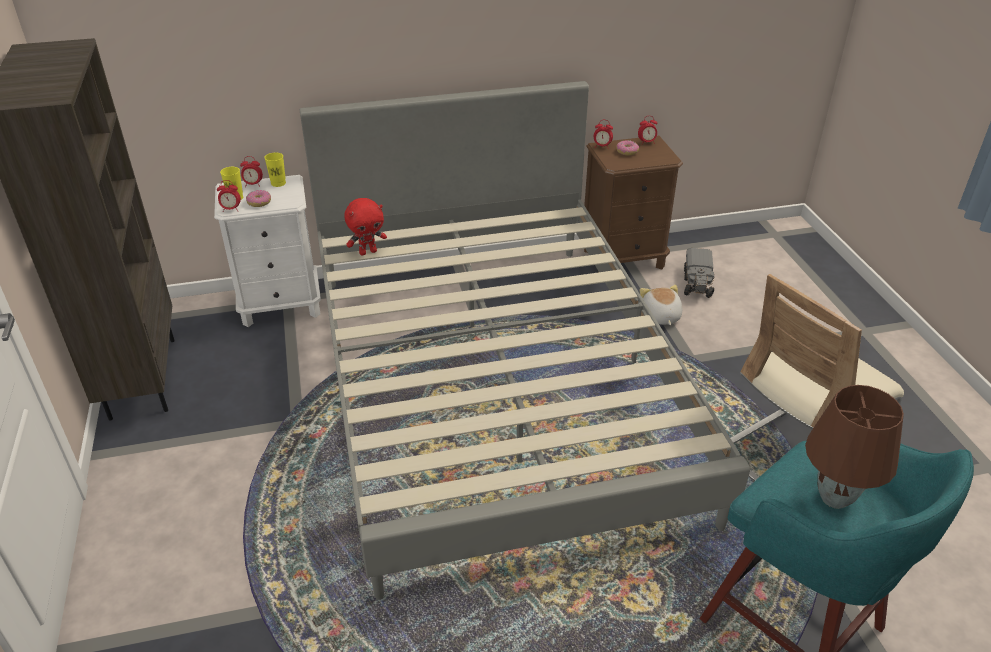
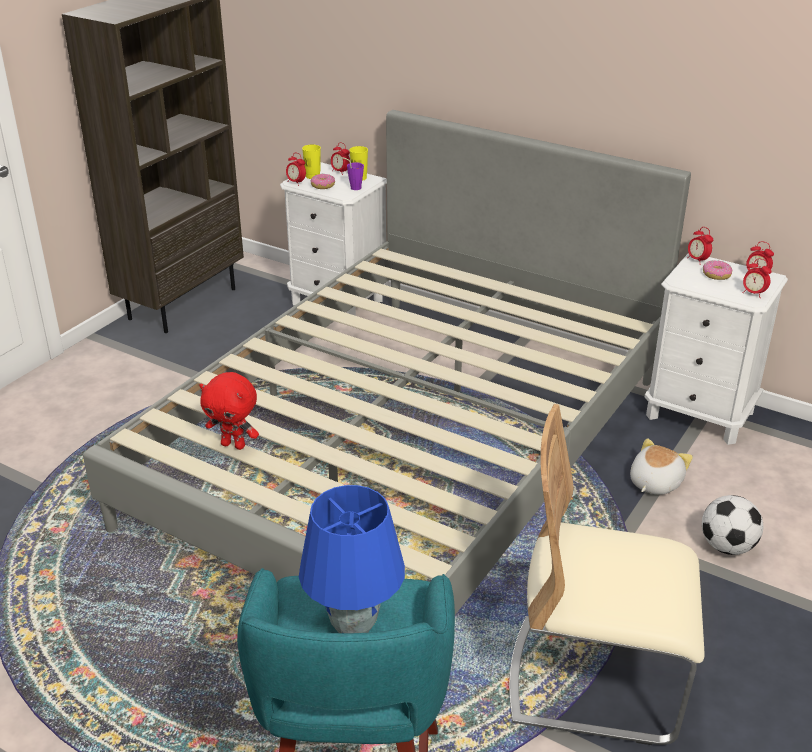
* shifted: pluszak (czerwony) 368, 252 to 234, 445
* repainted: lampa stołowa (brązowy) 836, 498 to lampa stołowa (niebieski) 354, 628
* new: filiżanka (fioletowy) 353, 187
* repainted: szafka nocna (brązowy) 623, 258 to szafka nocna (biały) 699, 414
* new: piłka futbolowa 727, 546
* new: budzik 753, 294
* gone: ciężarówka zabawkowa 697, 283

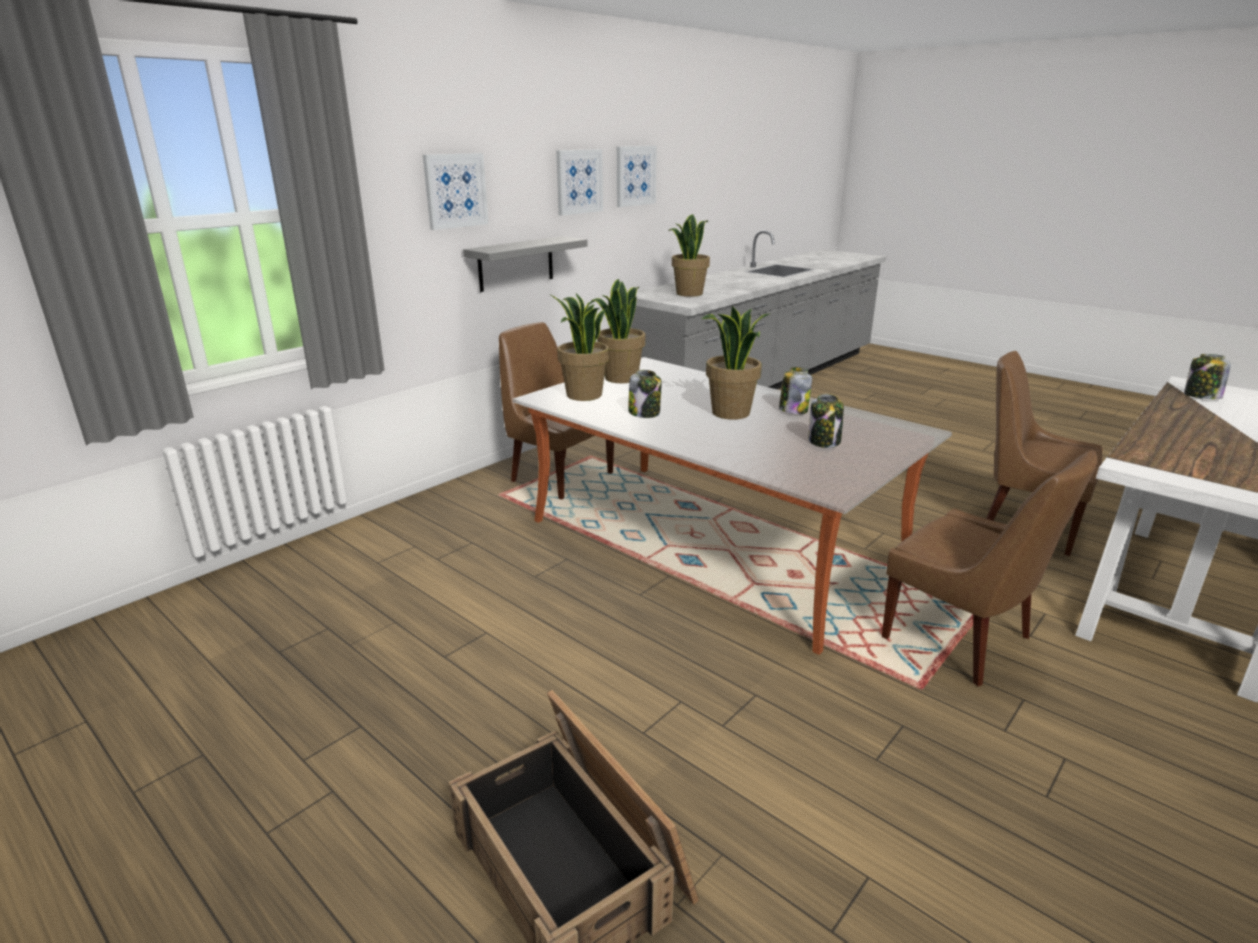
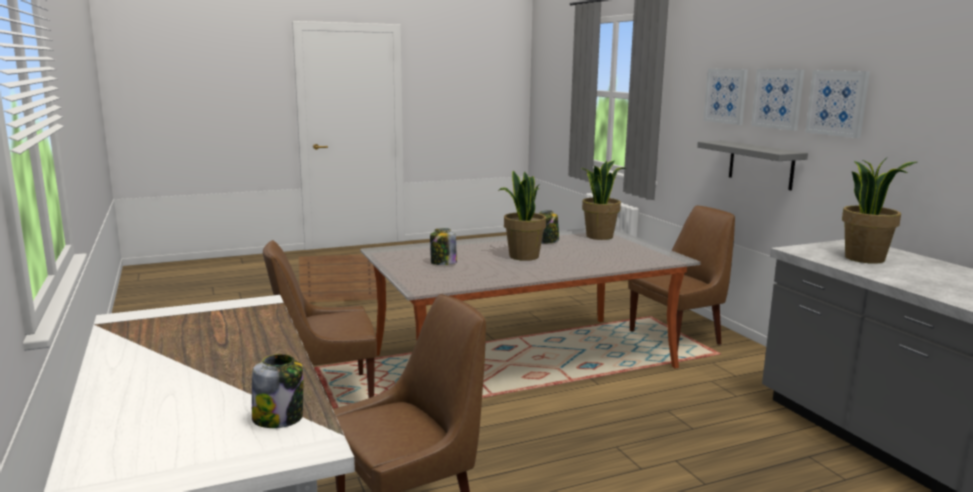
* shifted: obraz 635, 175 to 778, 98
* gone: roślina doniczkowa 620, 378
* gone: słoik 793, 410

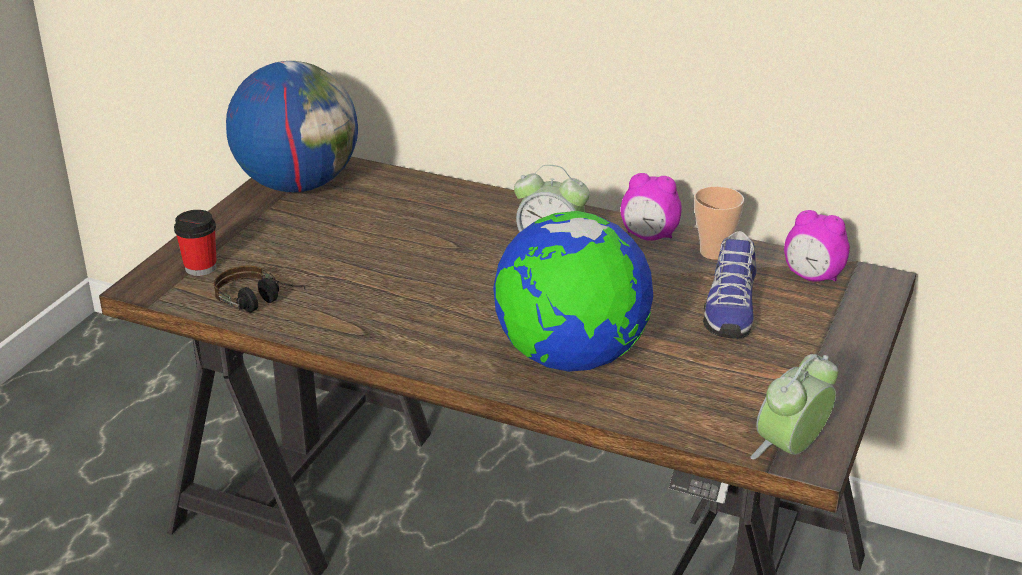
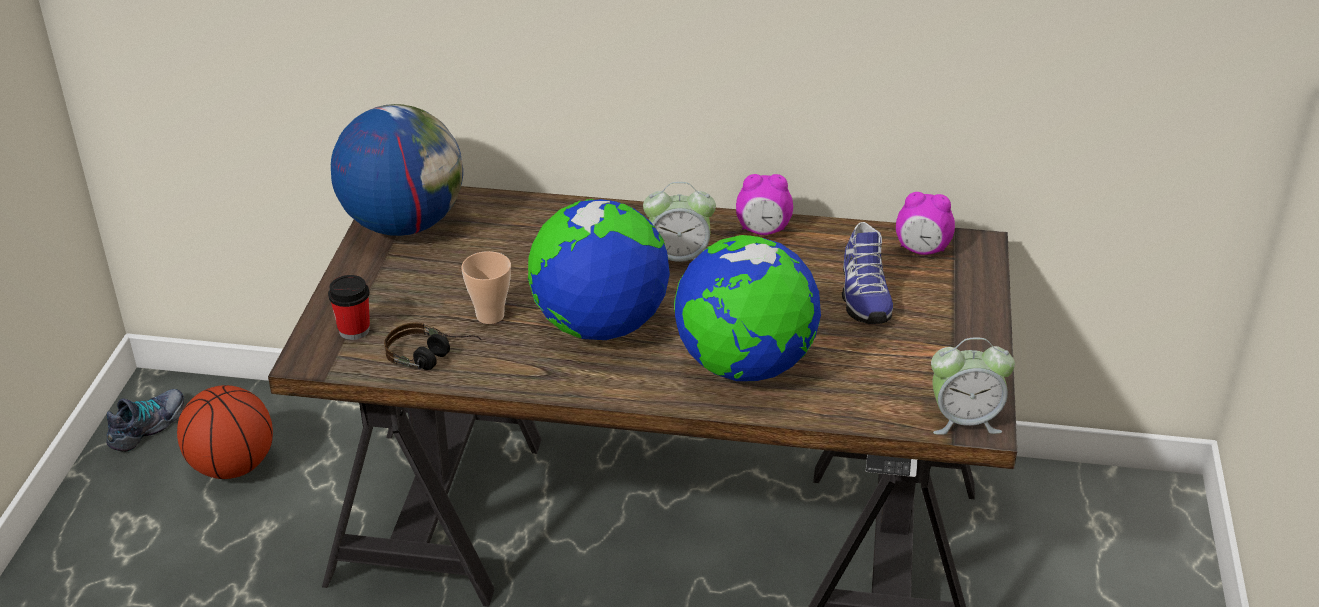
* new: but 149, 426
* new: piłka do koszykówki 232, 466
* shifted: filiżanka 714, 252 to 490, 316
* new: globus 600, 326
* rotated: budzik 790, 449 = 964, 420 120 degrees counterclockwise

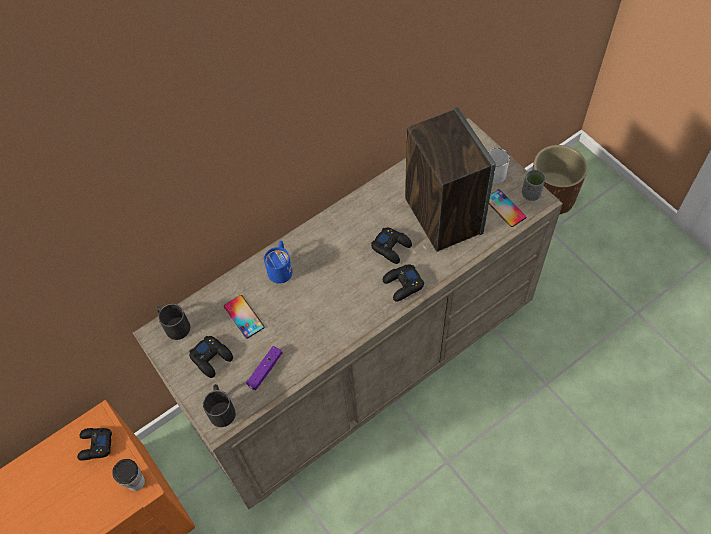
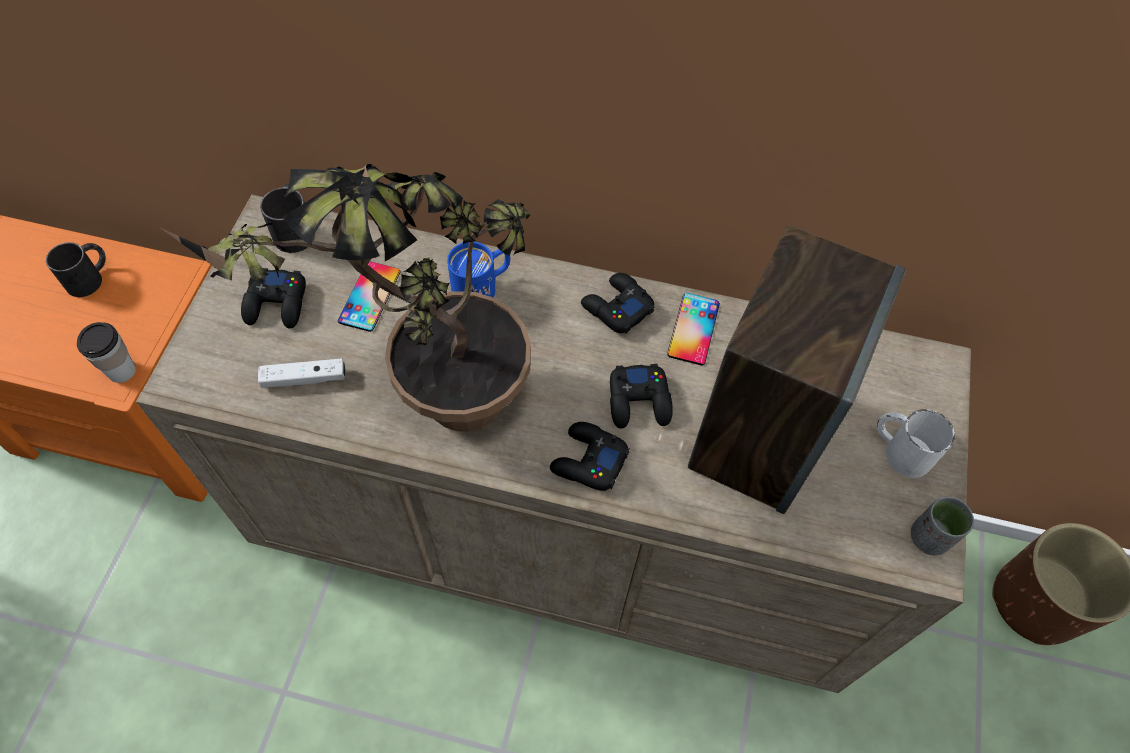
* shifted: kubek (czarny) 221, 408 to 90, 277
* new: roślina doniczkowa 435, 405
* repainted: pad do gier (fioletowy) 265, 370 to pad do gier (biały) 304, 378
* shifted: pad do gier (czarny) 95, 445 to 616, 307
* shifted: telefon 505, 208 to 693, 329

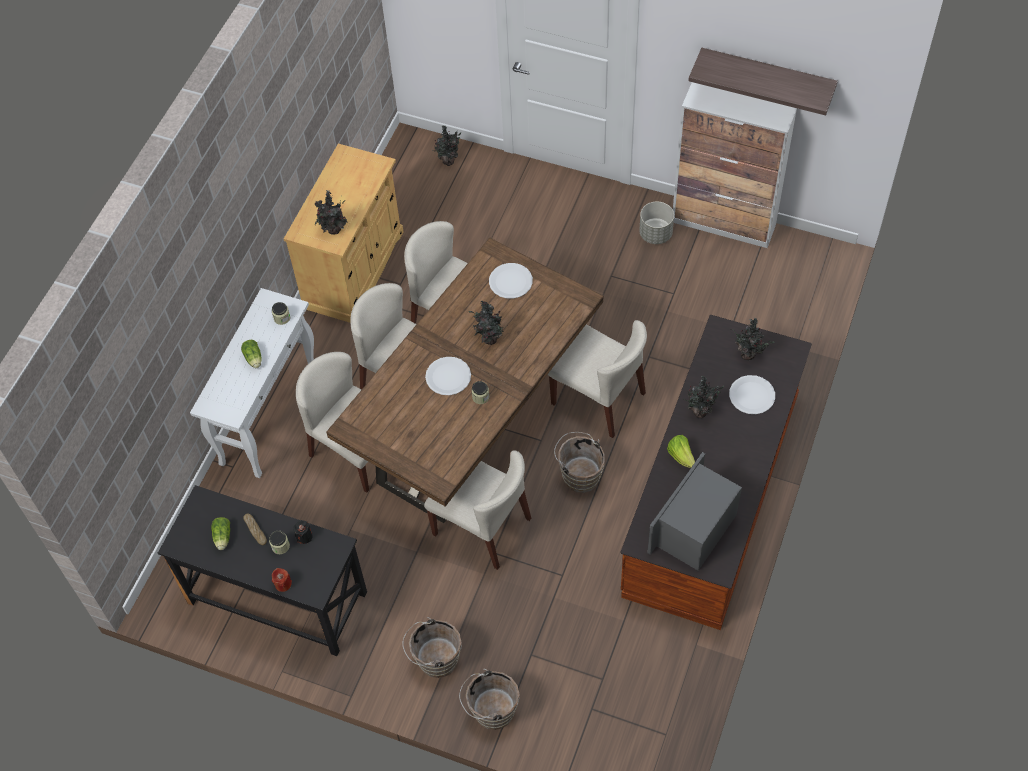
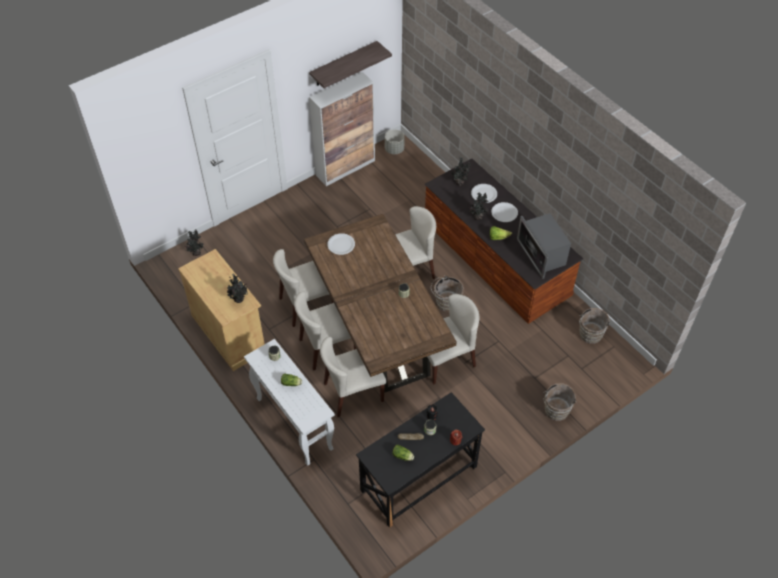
* shifted: donica (szary) 655, 234 to 394, 149
* shifted: talerz (biały) 448, 377 to 504, 213
* shifted: wiadro (brązowy) 434, 660 to 589, 336
* gone: roślina doniczkowa 488, 339

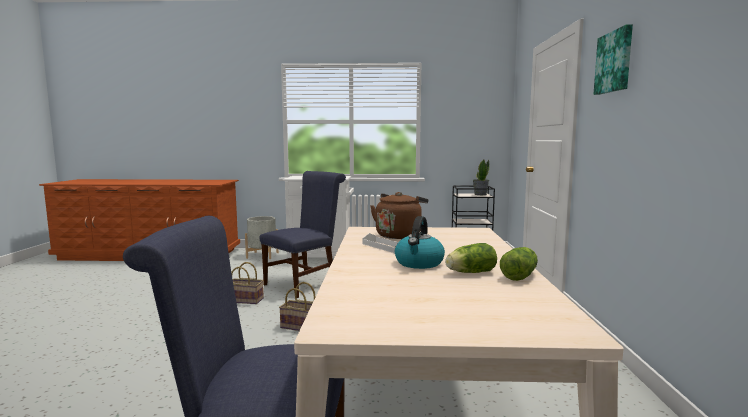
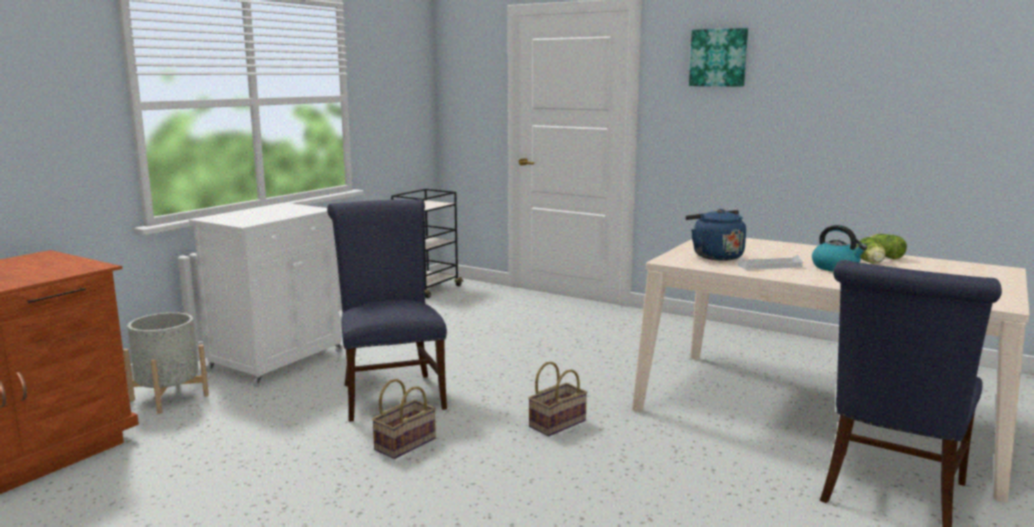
* repainted: czajnik (brązowy) 399, 235 to czajnik (niebieski) 714, 256
* gone: roślina doniczkowa 480, 194

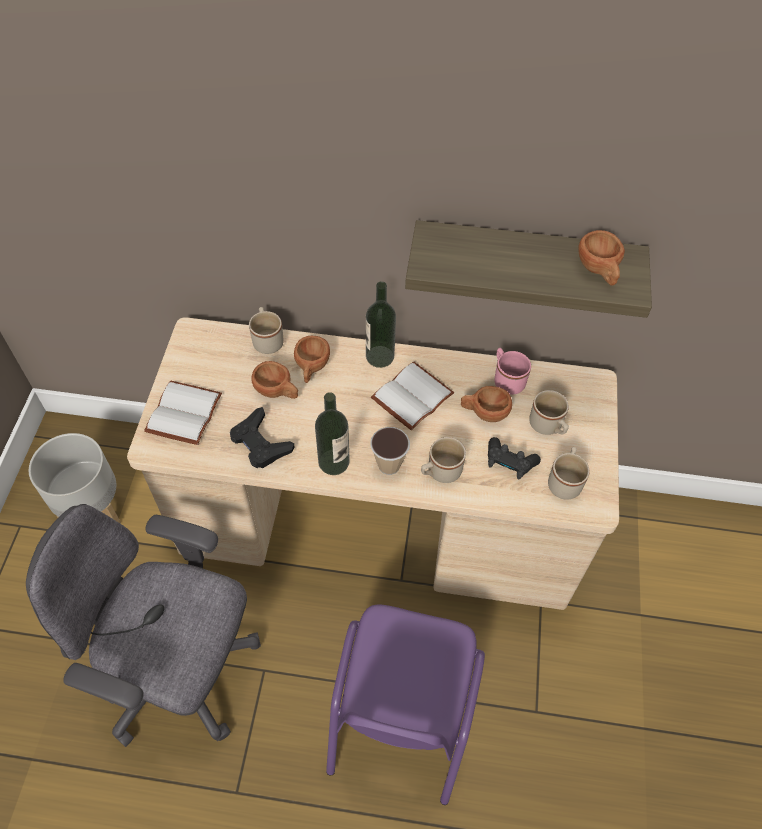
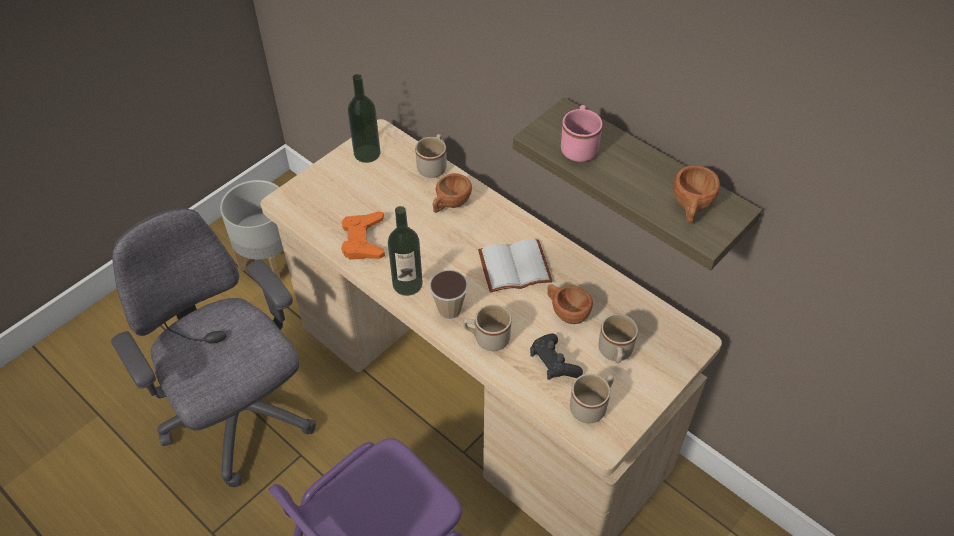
* repainted: pad do gier (czarny) 260, 443 to pad do gier (pomarańczowy) 363, 240
* shifted: butelka 380, 356 to 367, 153
* shifted: kubek (różowy) 506, 379 to 579, 146
* gone: książka (biały) 182, 412
* gone: filiżanka (brązowy) 277, 391

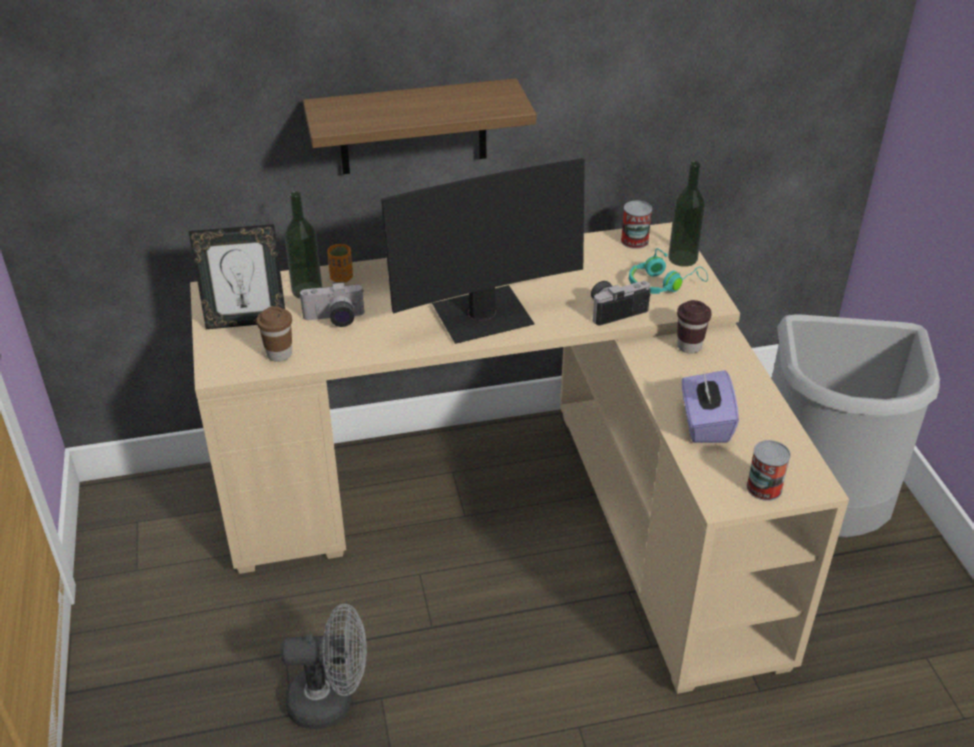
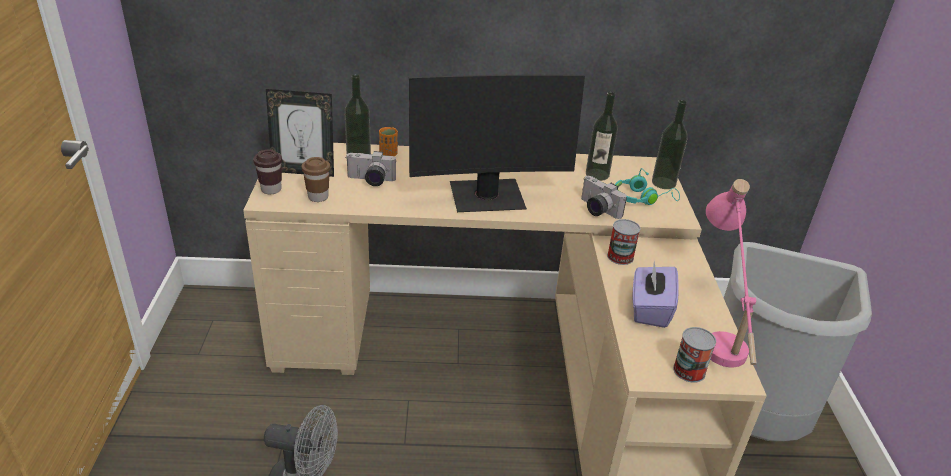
* shifted: filiżanka (brązowy) 689, 346 to 271, 189
* rotated: aparat fotograficzny 615, 309 = 596, 210 120 degrees counterclockwise
* new: butelka 597, 174
* shifted: puszka 634, 241 to 620, 257
* new: lampa stołowa (różowy) 718, 330
* gone: półka 413, 127

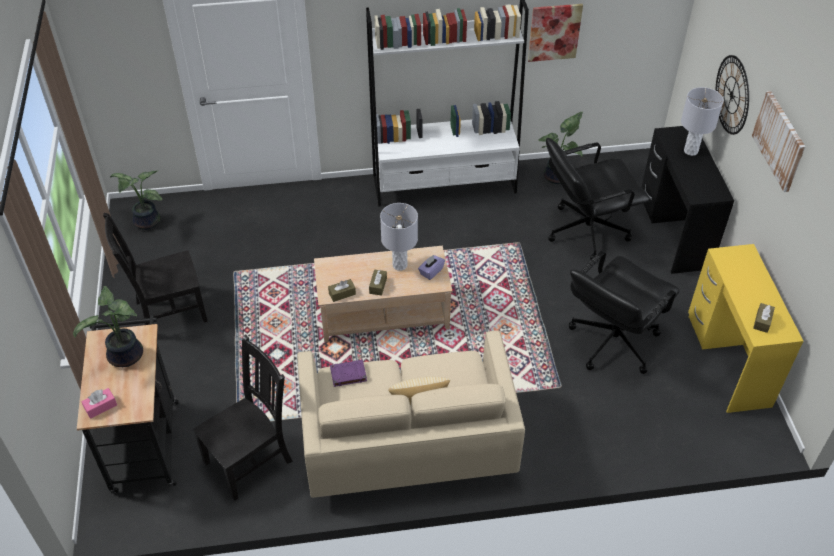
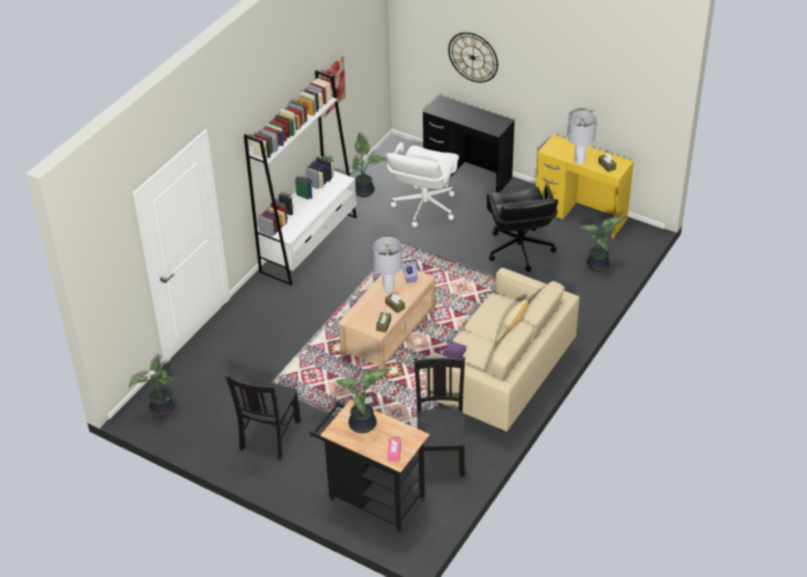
* repainted: krzesło biurowe (czarny) 586, 230 to krzesło biurowe (biały) 424, 207
* shifted: lampa stołowa (szary) 691, 151 to 580, 160
* new: roślina doniczkowa 599, 266
* gone: obraz 779, 140

